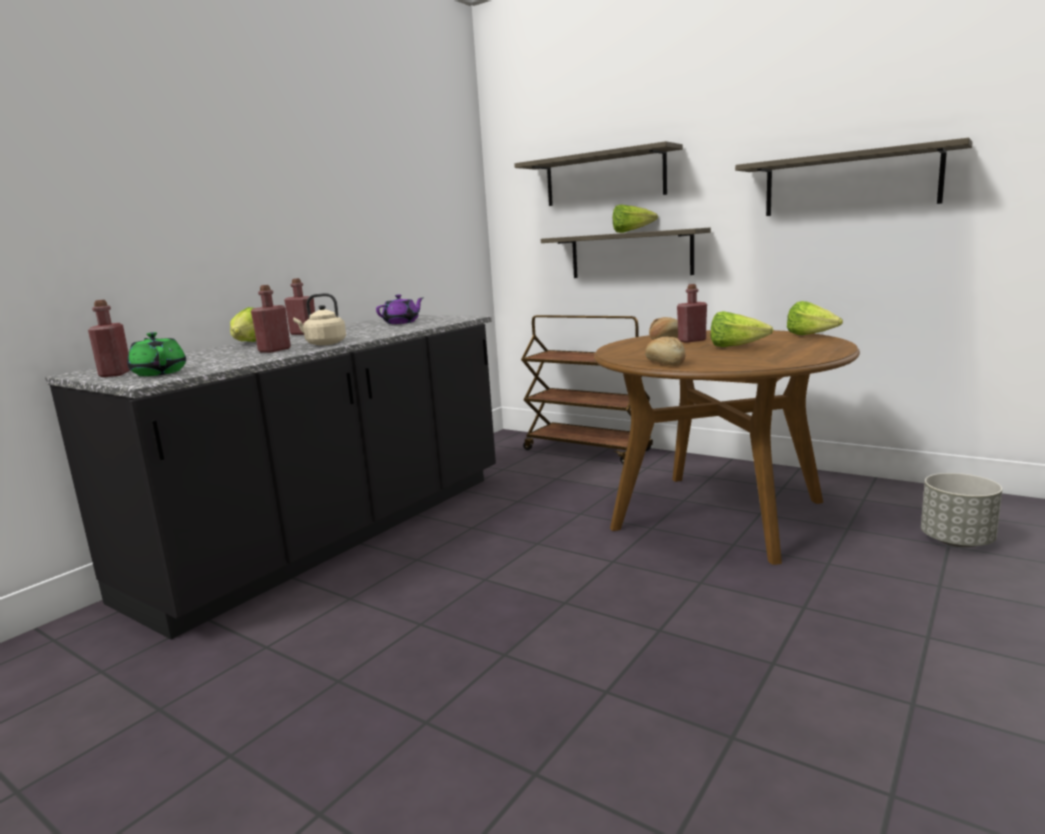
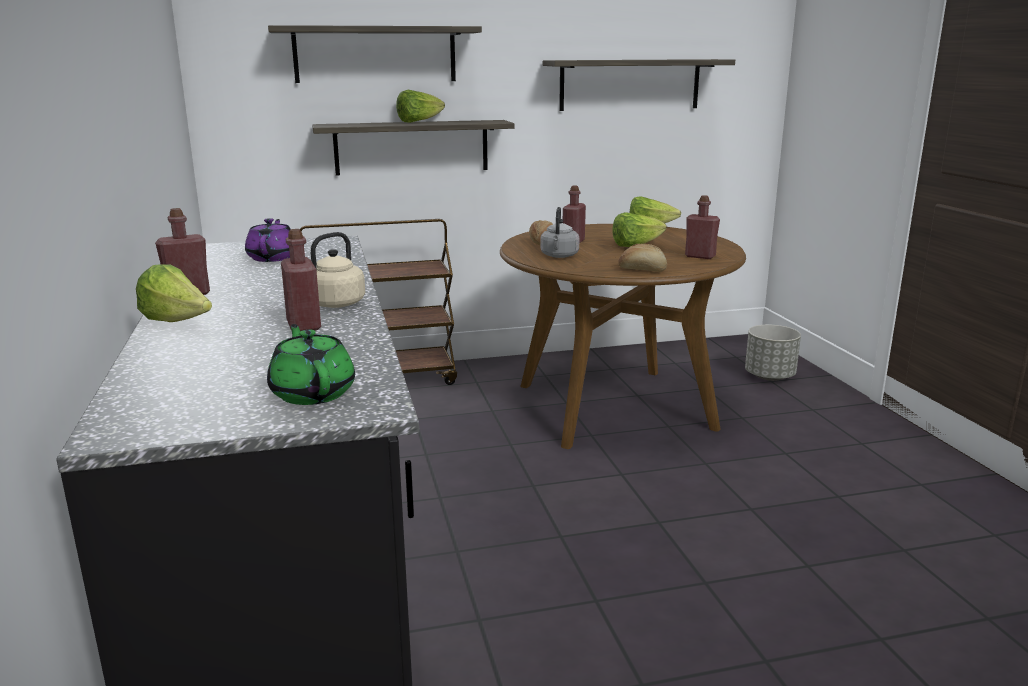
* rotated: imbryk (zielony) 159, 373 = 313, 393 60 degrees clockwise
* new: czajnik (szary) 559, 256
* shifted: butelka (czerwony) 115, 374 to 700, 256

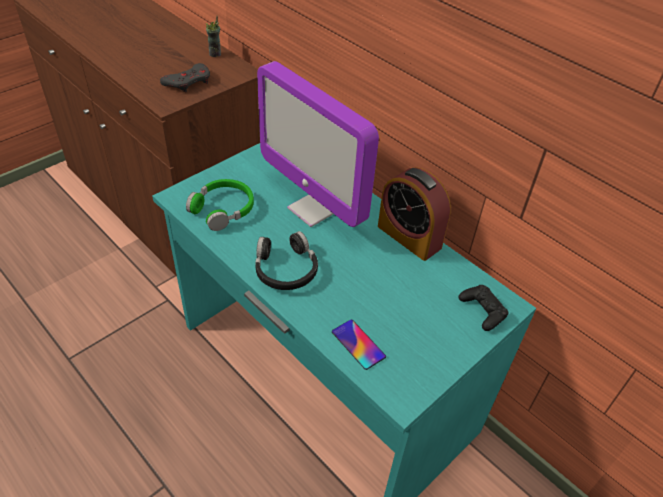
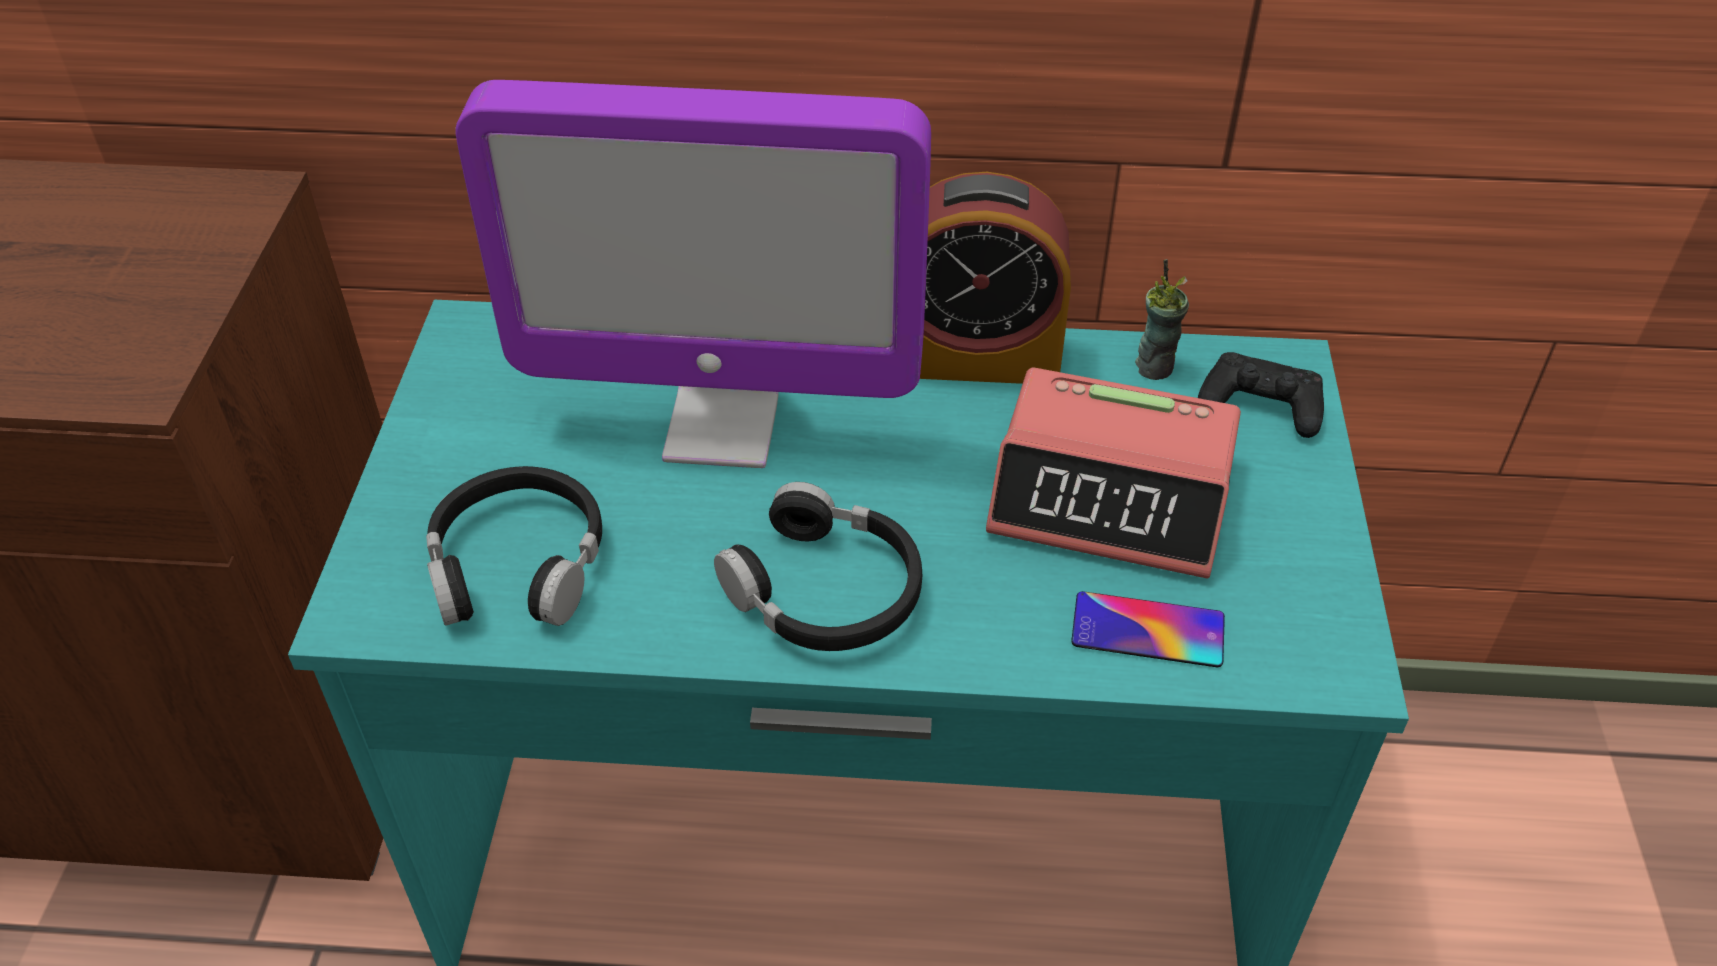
* repainted: słuchawki (zielony) 223, 209 to słuchawki (czarny) 518, 563
* new: budzik 1112, 495
* shifted: filiżanka 215, 54 to 1155, 367
* gone: pad do gier (szary) 188, 82

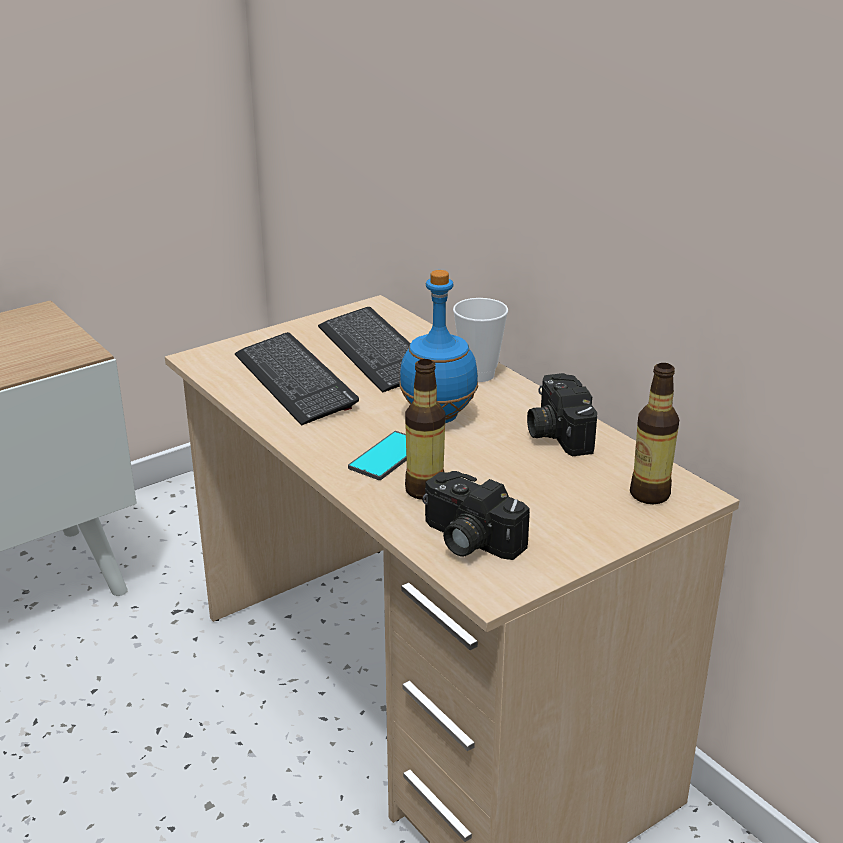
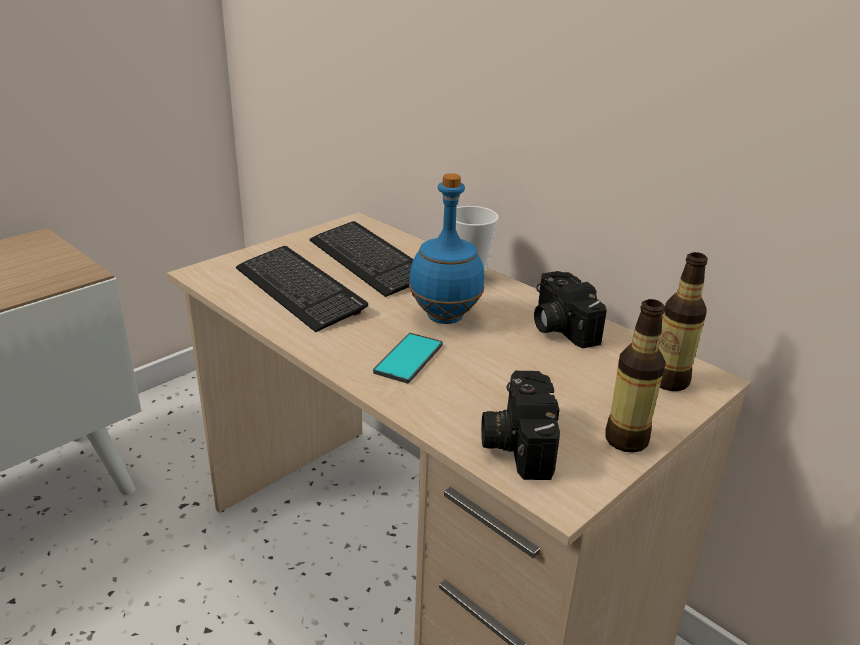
* rotated: aparat fotograficzny 467, 540 = 515, 441 60 degrees clockwise
* shifted: butelka 424, 490 to 626, 440

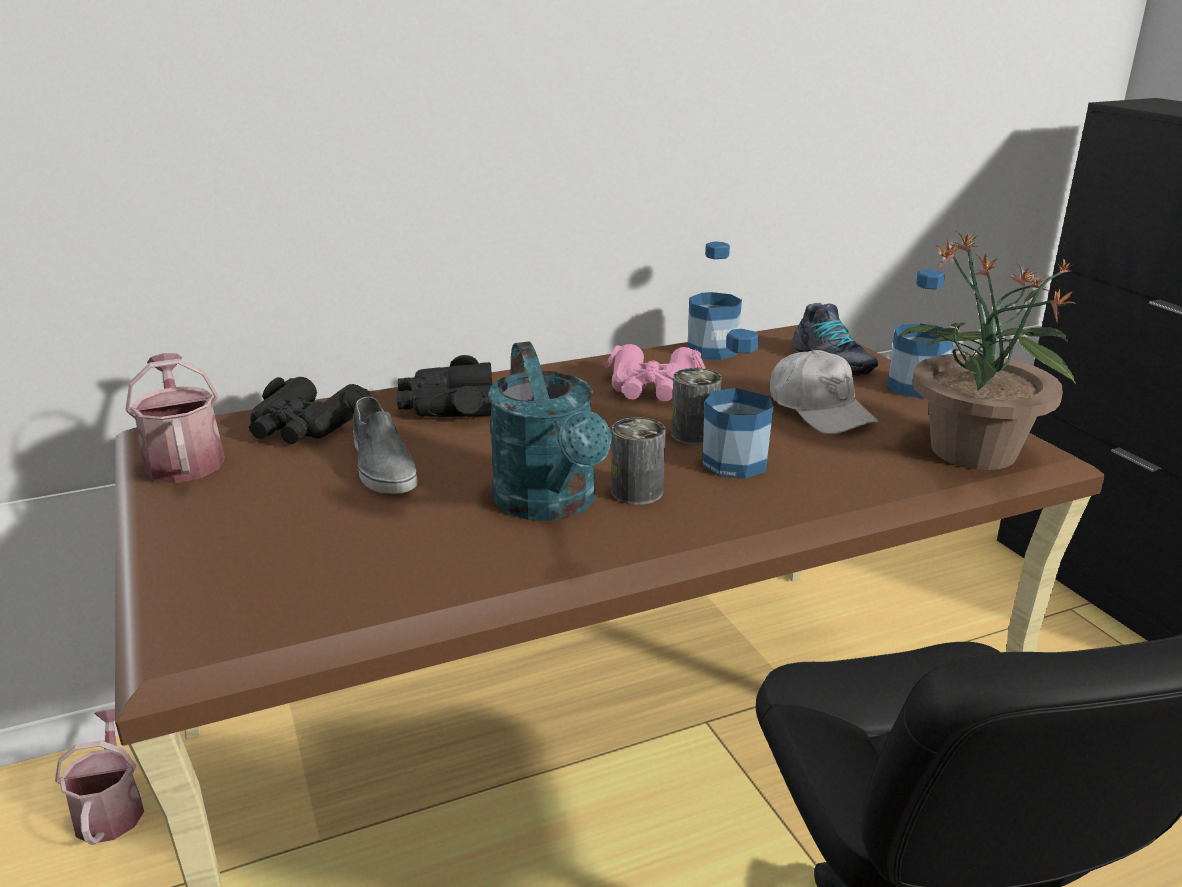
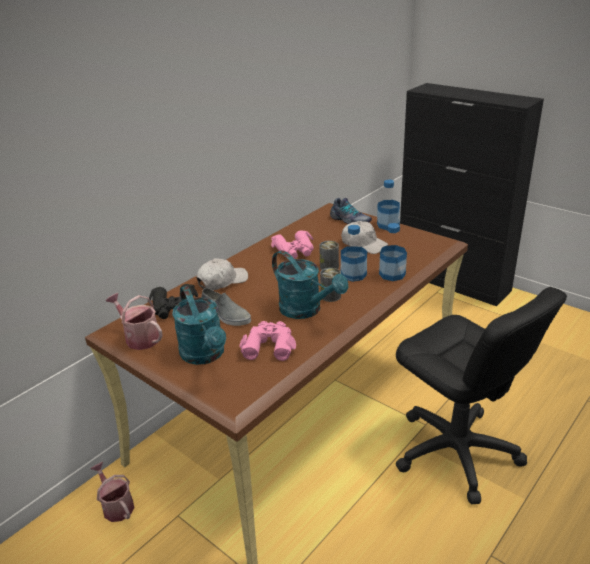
* new: konewka (turkusowy) 205, 355
* swapped: lornetka (czarny) 448, 405 to czapka z daszkiem (biały) 222, 281
* new: lornetka (różowy) 269, 345
* shifted: butelka 712, 350 to 392, 274
* gone: roślina doniczkowa 972, 452

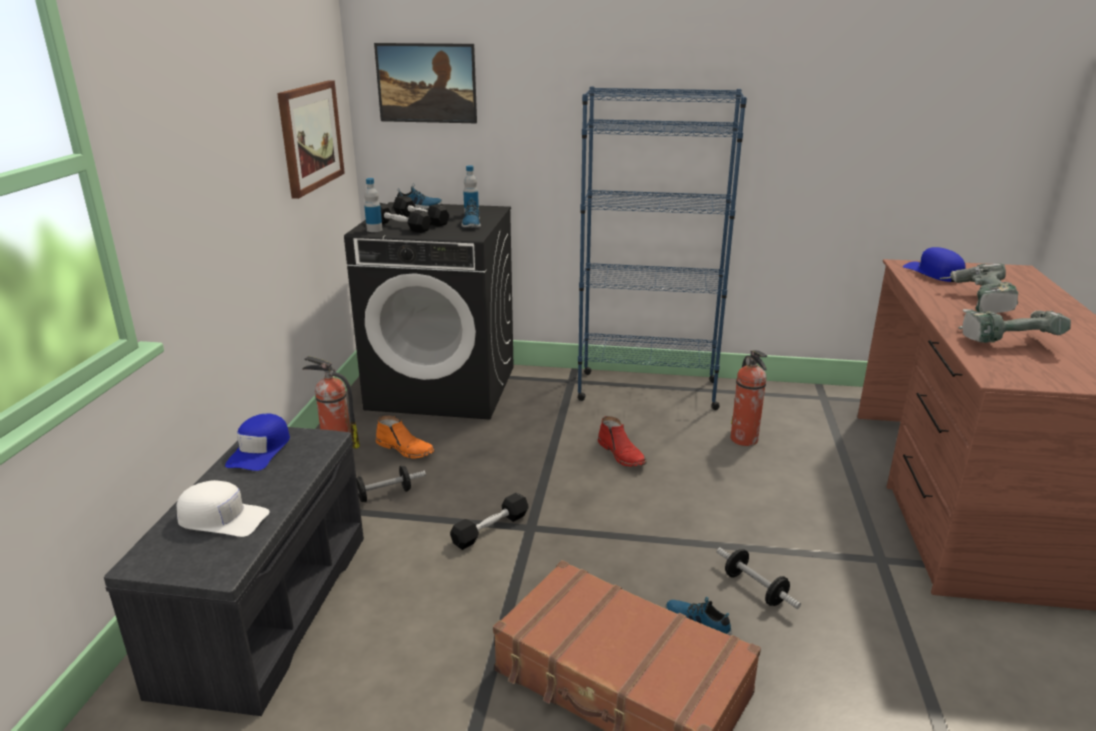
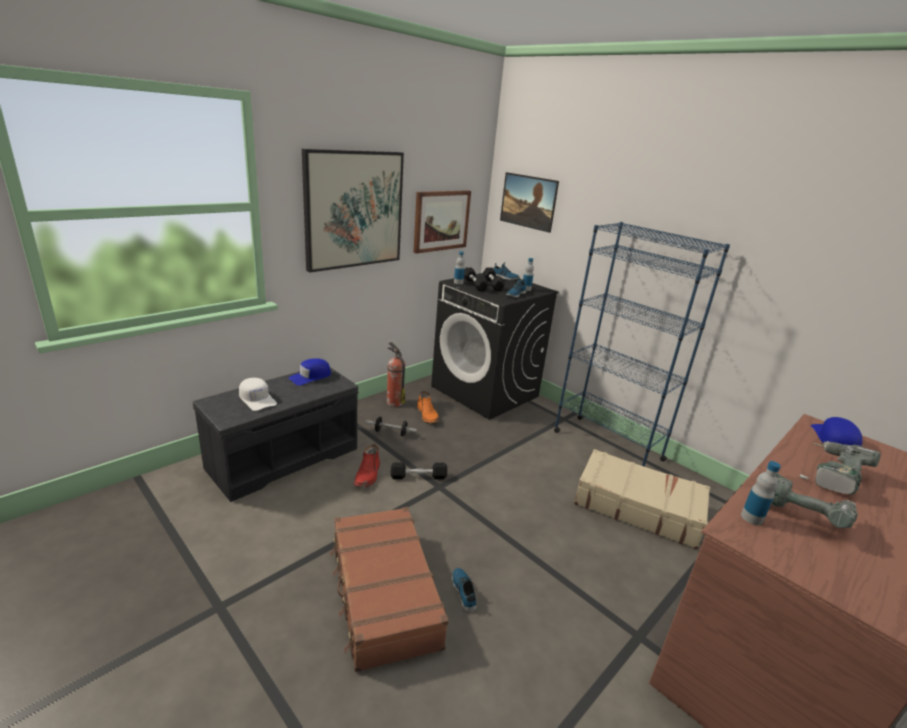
* new: obraz 354, 210
* shifted: but z cholewką (czerwony) 622, 454 to 368, 475
* swapped: gaśnica 744, 440 to walizka (beżowy) 637, 507
* new: butelka 751, 518
* gone: hantel 755, 589

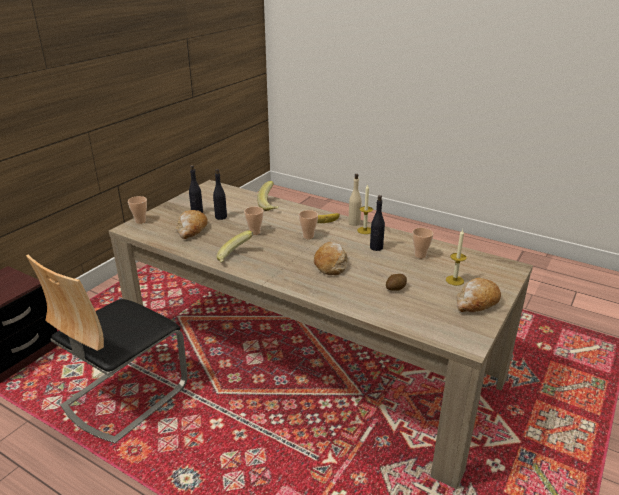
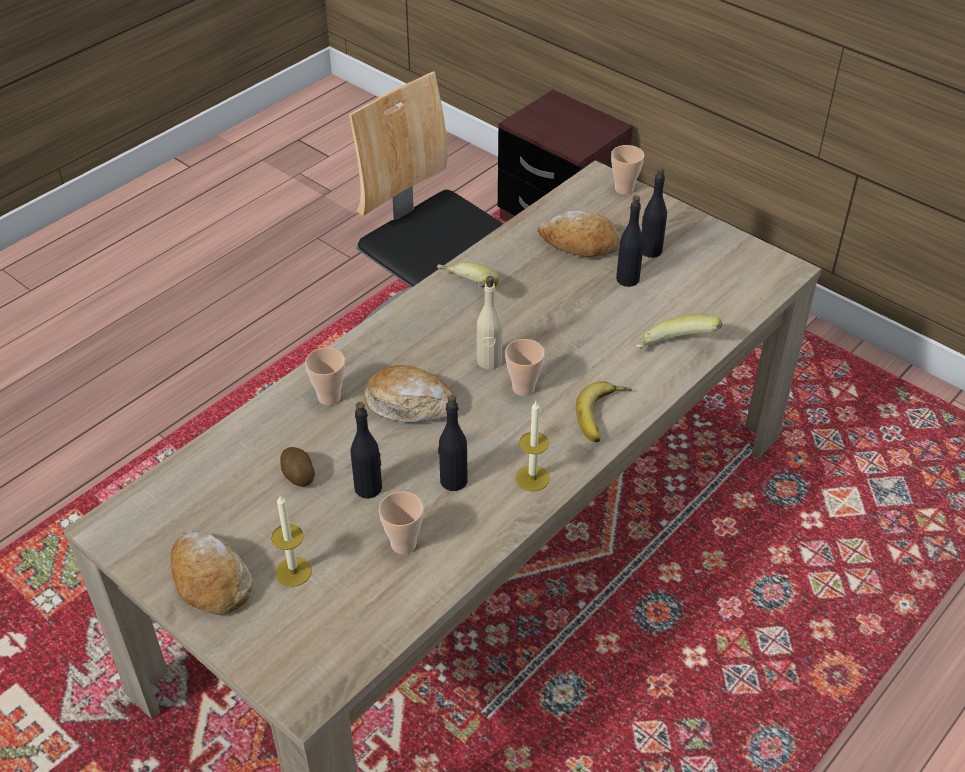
* shifted: filiżanka 255, 232 to 329, 397
* new: butelka (czarny) 368, 488
* shifted: butelka (beżowy) 354, 223 to 489, 361

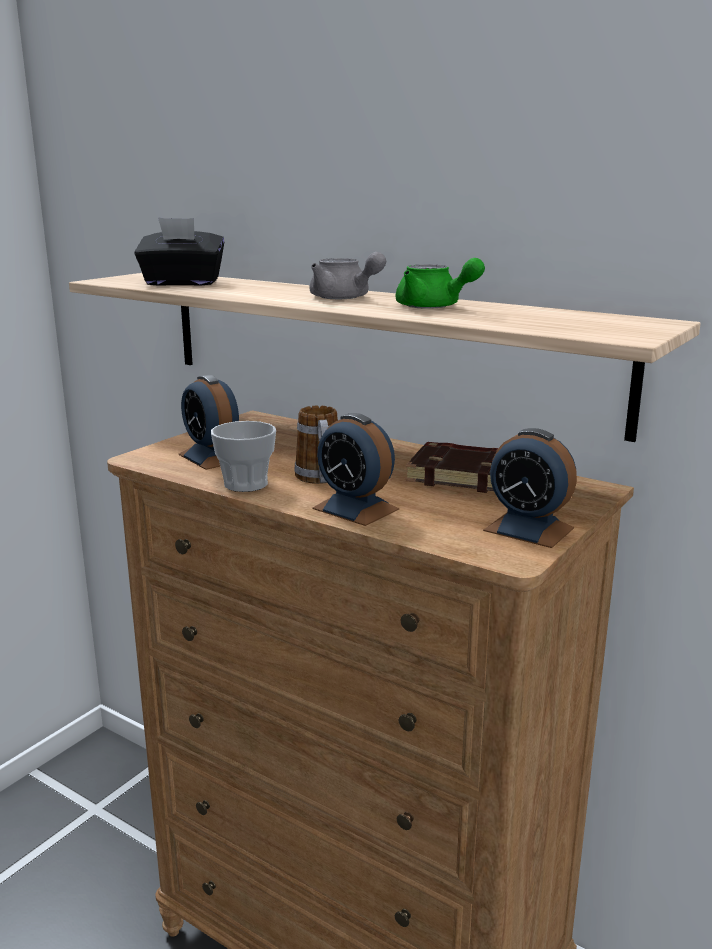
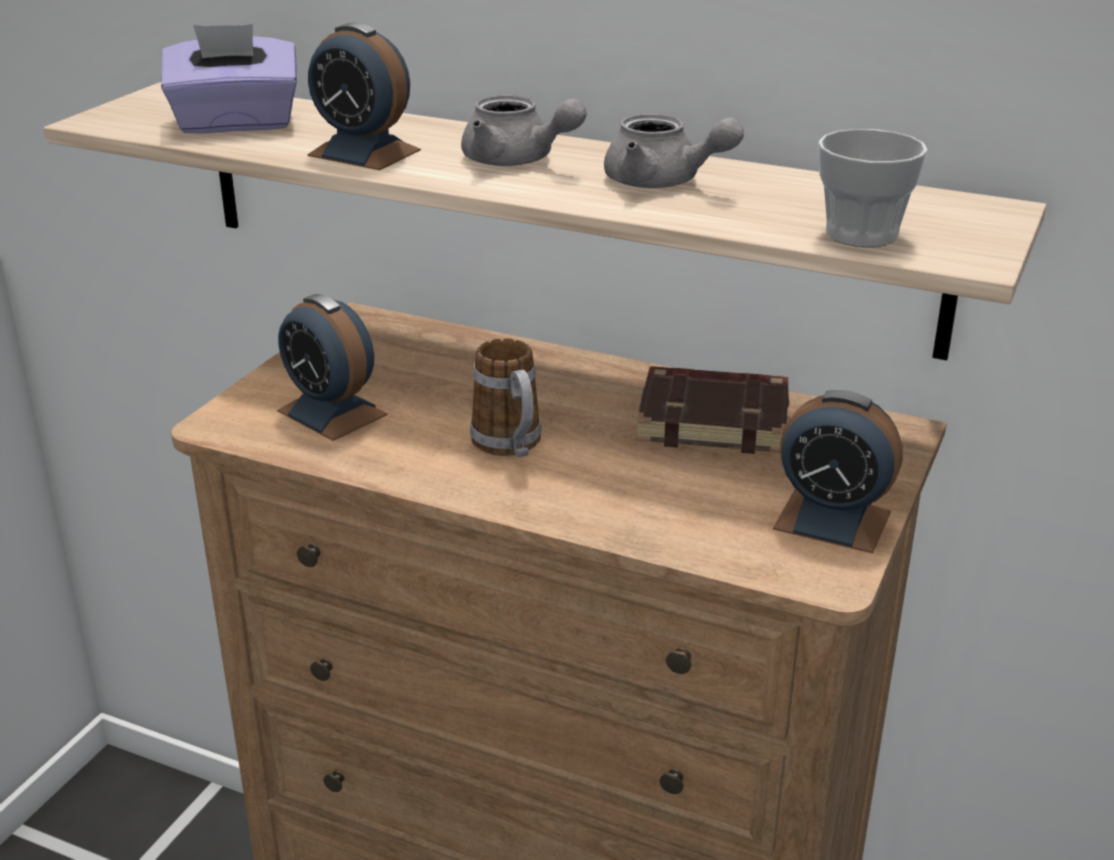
* repainted: pudełko chusteczek (czarny) 182, 283 to pudełko chusteczek (fioletowy) 236, 123
* shifted: budzik 355, 509 to 364, 153
* repainted: imbryk (zielony) 434, 307 to imbryk (szary) 663, 182
* shifted: filiżanka 246, 484 to 861, 234

